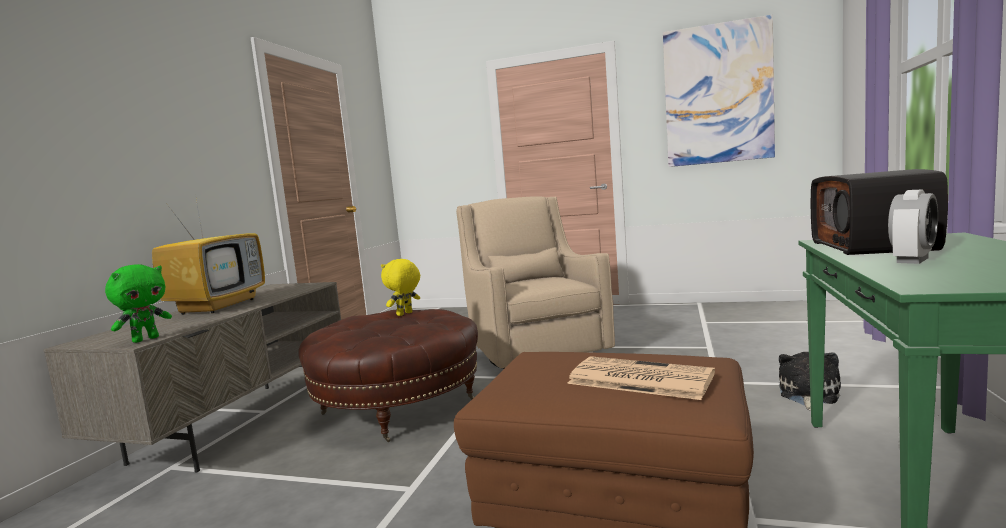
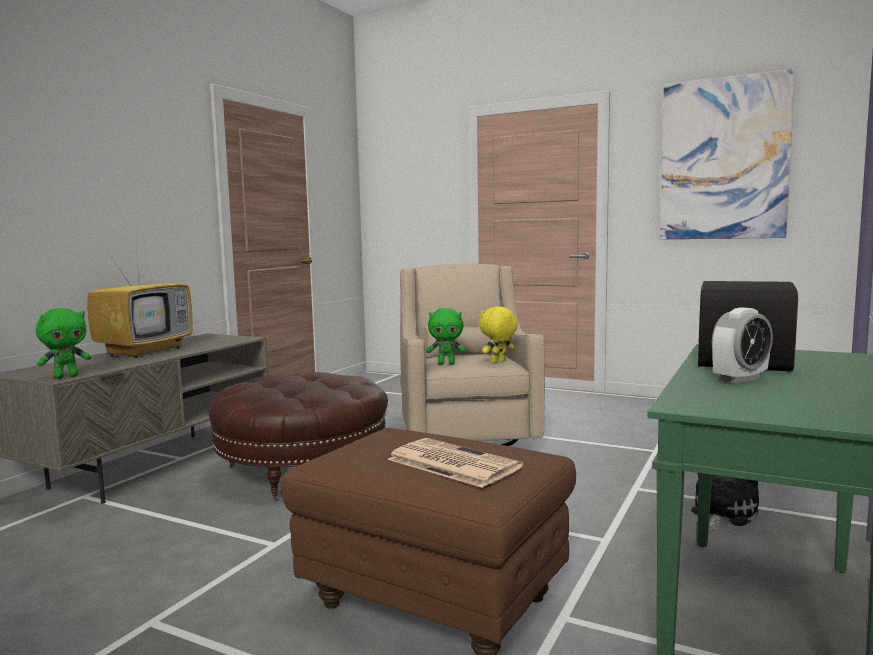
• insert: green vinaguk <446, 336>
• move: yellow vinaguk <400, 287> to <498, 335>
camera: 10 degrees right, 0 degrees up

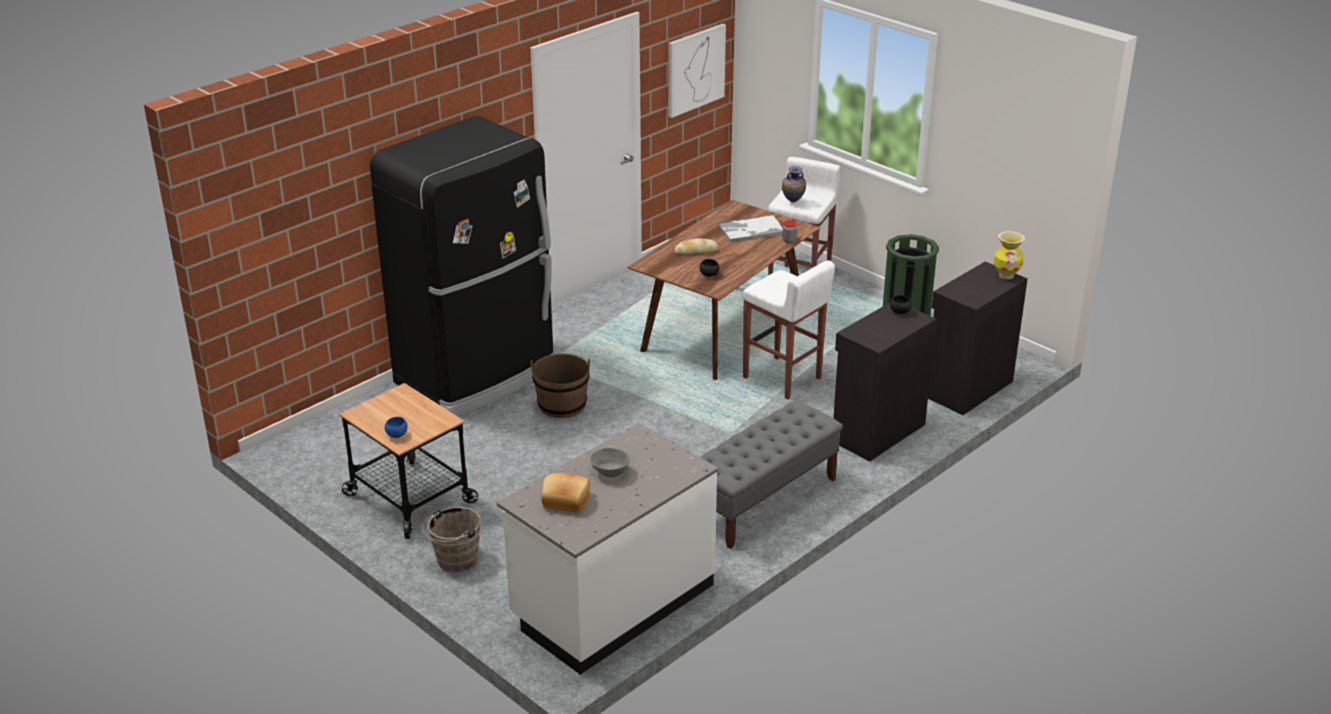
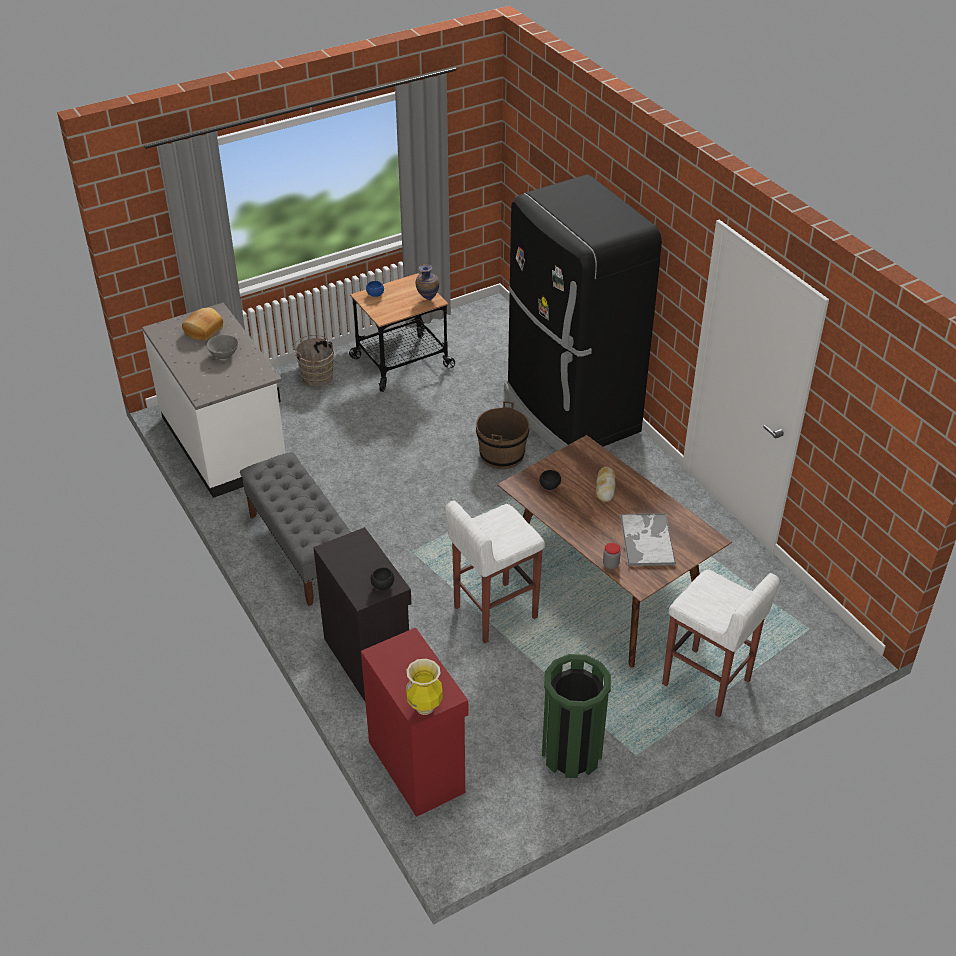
• recolor: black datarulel <978, 338> to red datarulel <414, 722>
• move: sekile <794, 184> to <427, 282>
• delete: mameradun <697, 71>
camera: 105 degrees right, 10 degrees up

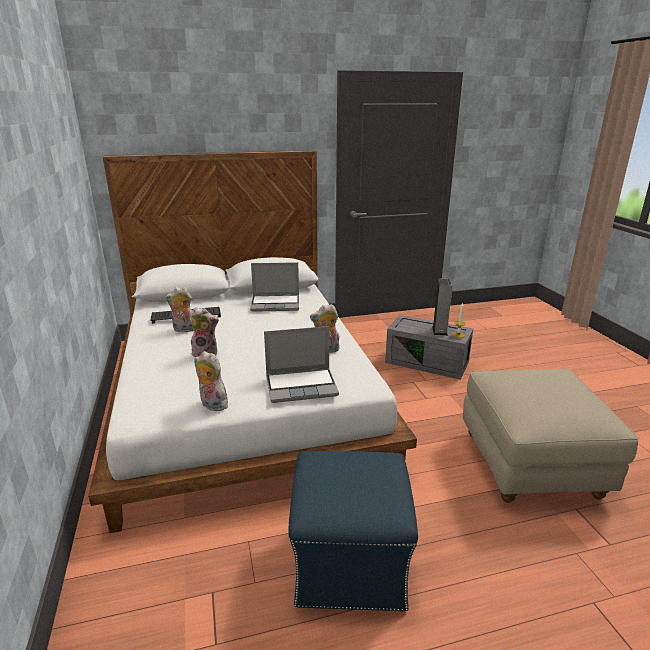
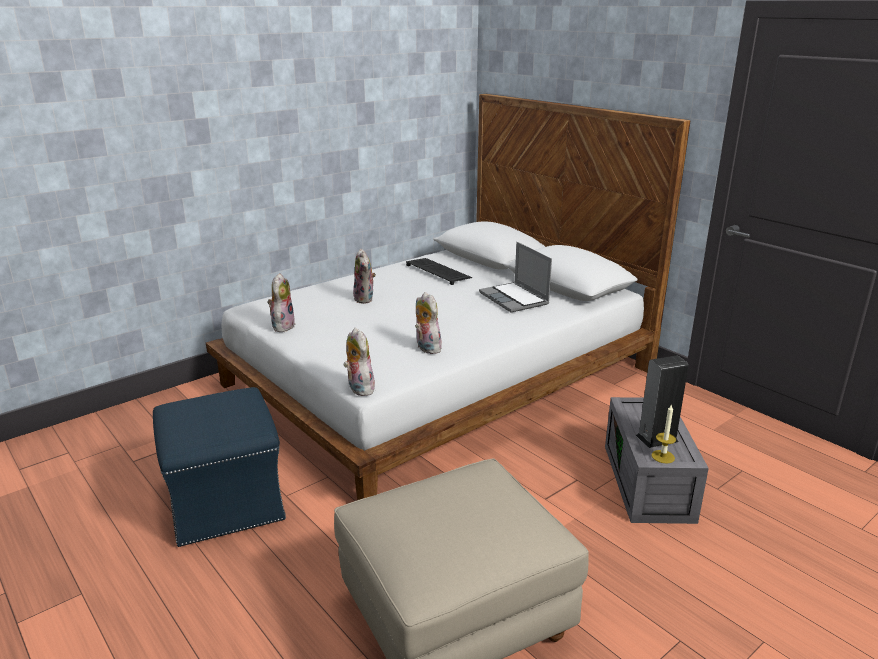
• move: vinaguk <179, 309> to <359, 362>
• delete: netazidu <301, 364>
camera: 65 degrees right, 0 degrees up

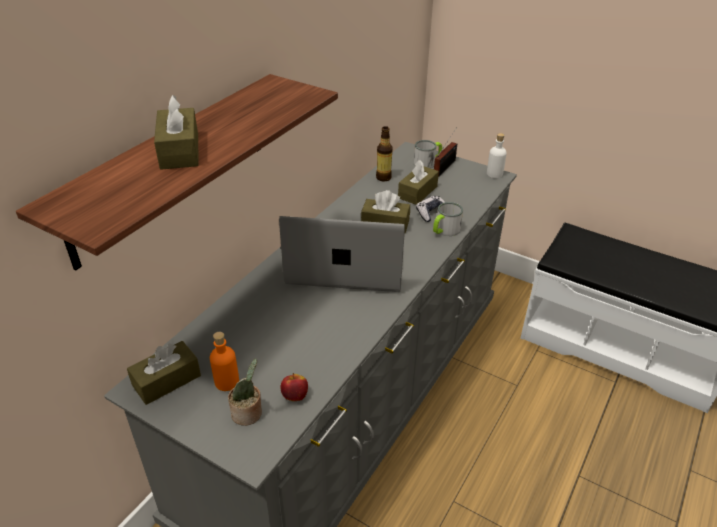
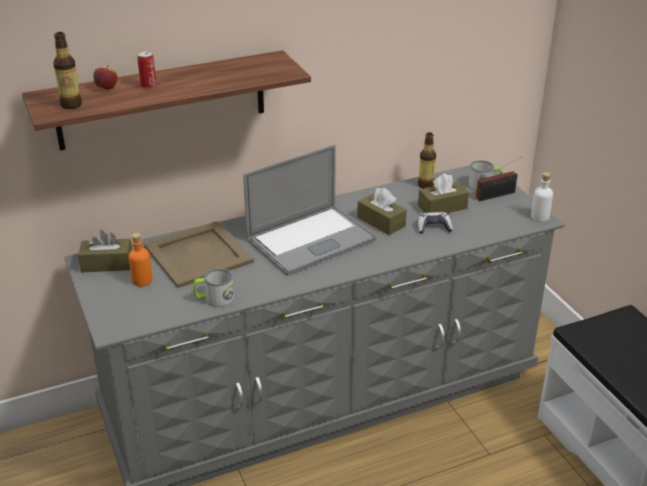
• insert: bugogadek <67, 70>
• move: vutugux <294, 387> to <105, 77>
• replace: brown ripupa <176, 132> to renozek <147, 70>
• insert: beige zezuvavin <199, 254>
• move: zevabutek <448, 219> to <213, 288>
• rotate: netazidu <342, 254> = <309, 210> 105 degrees clockwise
• delete: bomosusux <245, 392>
camera: 35 degrees right, 5 degrees down

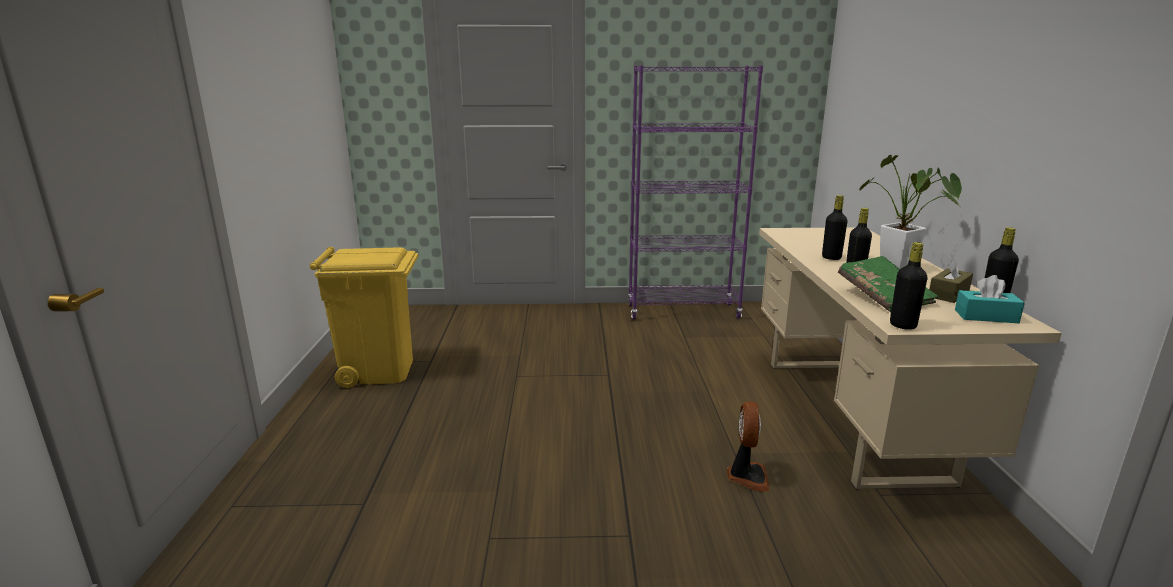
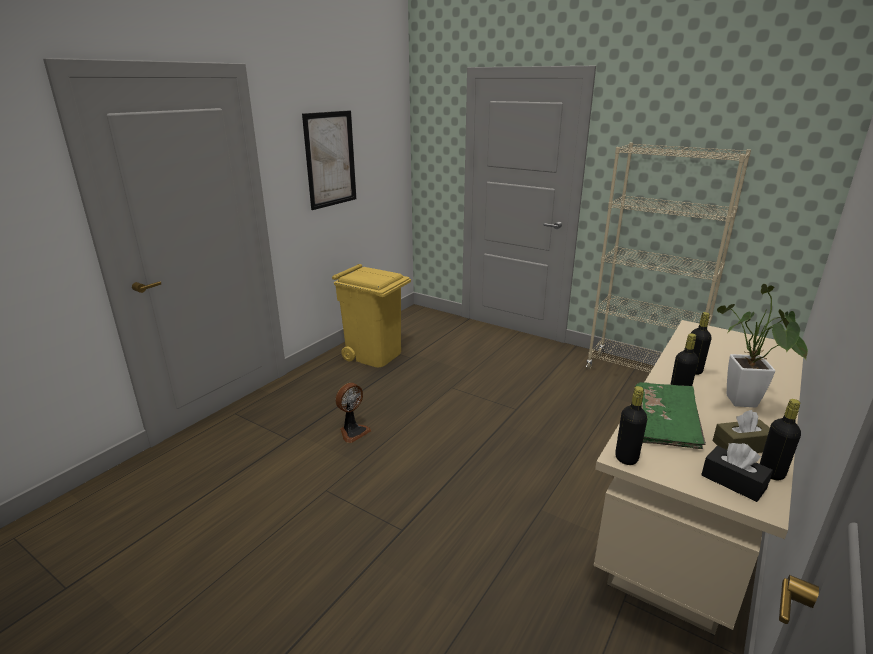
• insert: mameradun <329, 160>
• move: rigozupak <748, 446> to <353, 413>
• recolor: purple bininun <695, 192> to beige bininun <668, 257>
• recolor: turquoise ripupa <990, 299> to black ripupa <737, 472>
camera: 35 degrees right, 5 degrees up

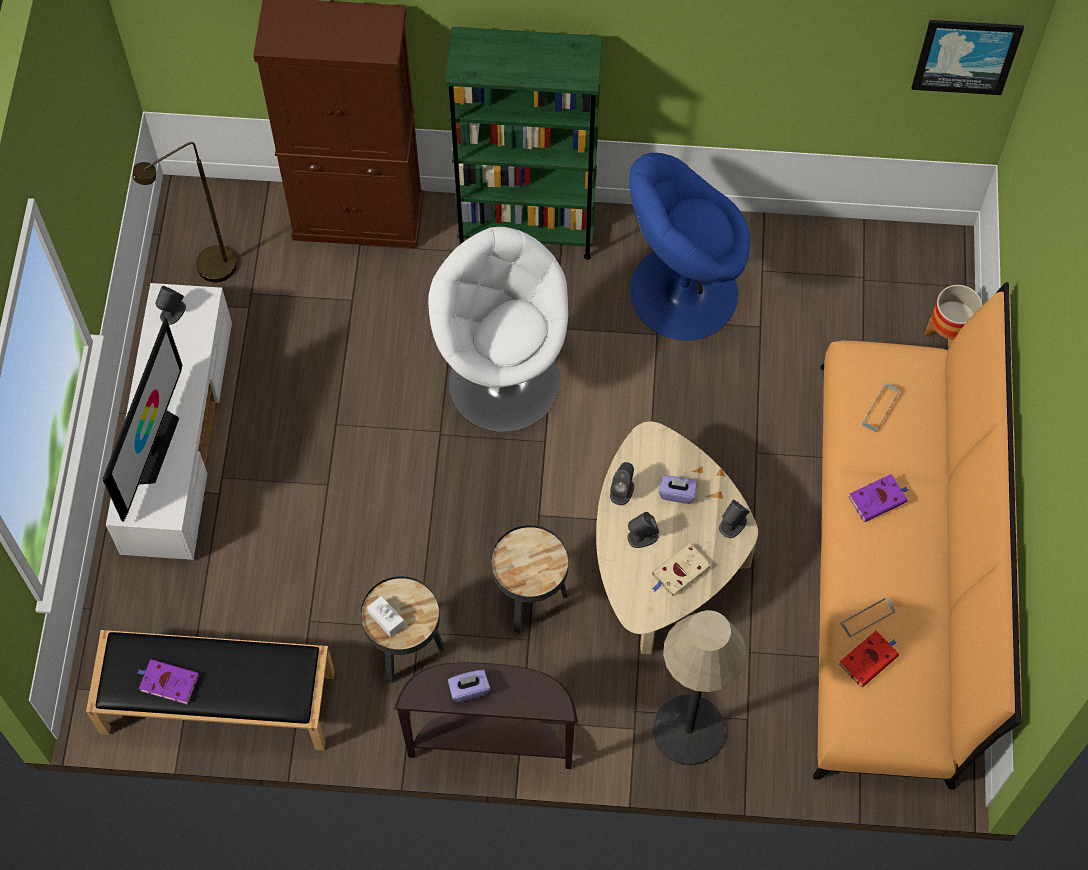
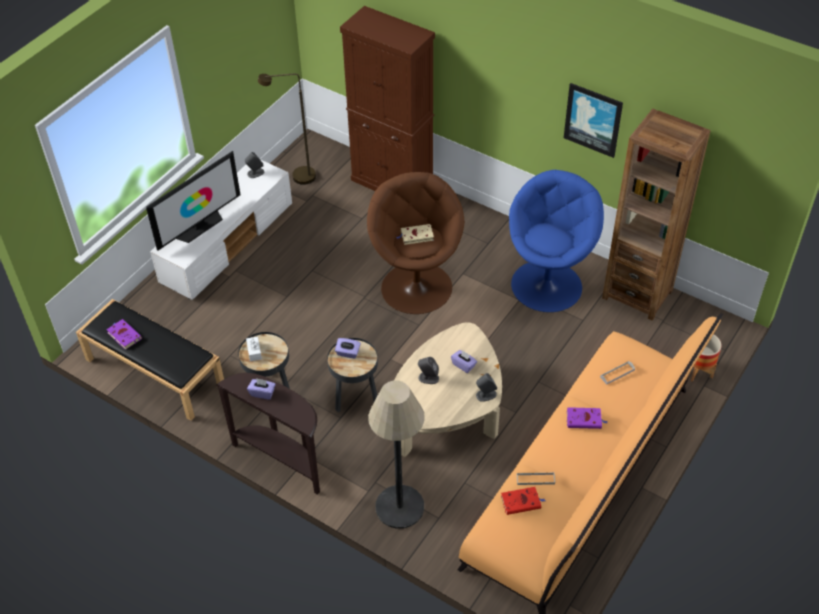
• insert: purple ripupa <348, 348>
• recolor: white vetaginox <498, 329> to brown vetaginox <416, 243>
• move: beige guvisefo <681, 570> to <415, 234>
• rotate: blue vetaginox <689, 246> = <556, 241> 120 degrees clockwise
• move: mameradun <968, 57> to <593, 120>
• insert: brown bininun <656, 214>
• delete: green bininun <524, 143>
• delete: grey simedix <622, 483>
camera: 30 degrees right, 15 degrees down

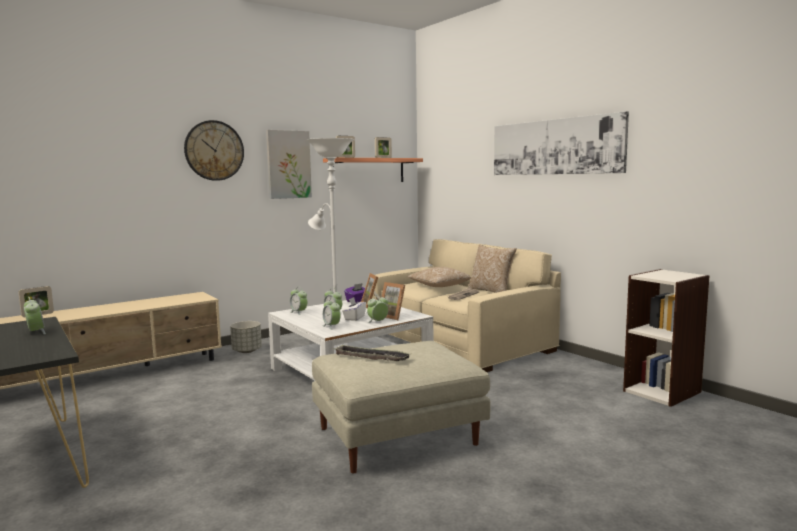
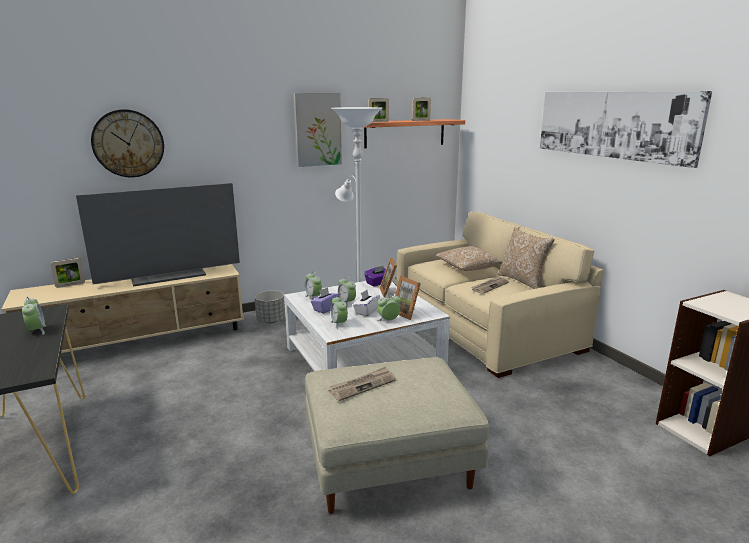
• insert: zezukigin <158, 235>
• move: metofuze <214, 150> to <127, 143>
• insert: purple ripupa <326, 300>
• replace: zezuvavin <371, 353> to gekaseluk <362, 383>
camera: 10 degrees right, 10 degrees up

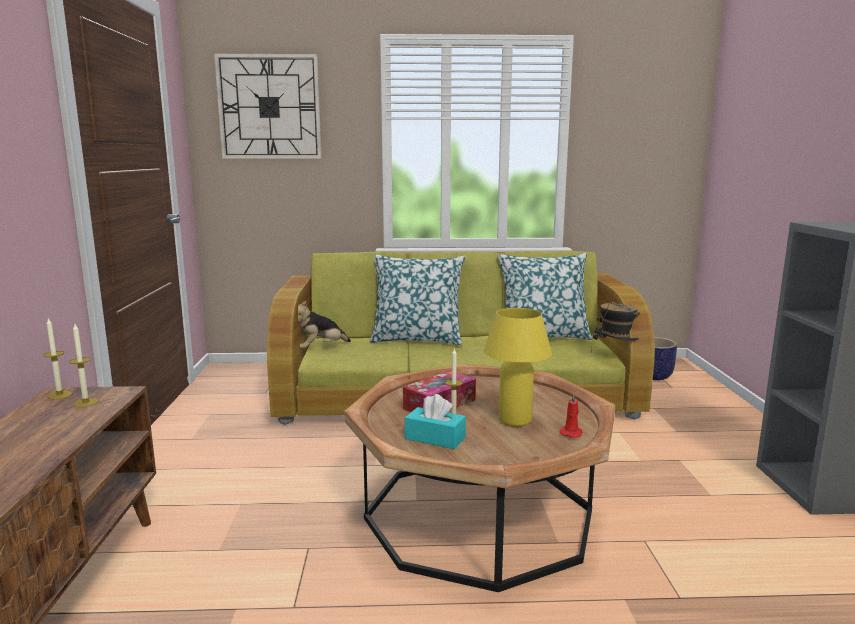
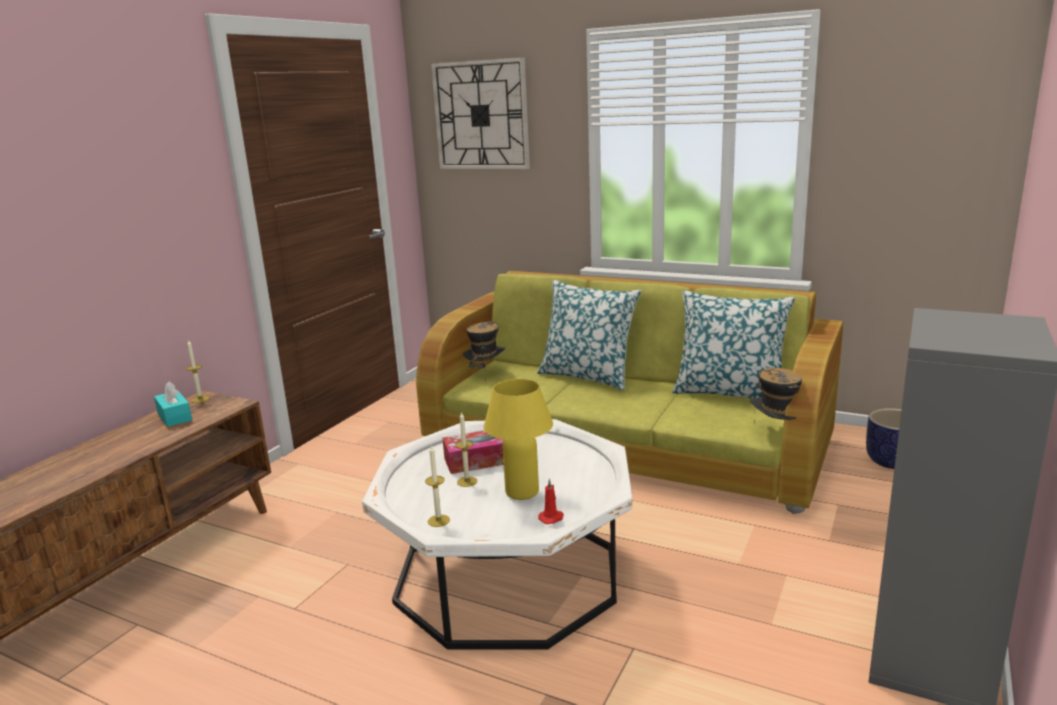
• move: turquoise ripupa <435, 421> to <173, 404>
• recolor: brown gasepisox <479, 478> to white gasepisox <497, 534>
• move: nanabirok <83, 365> to <437, 486>
• replace: vinaguk <324, 325> to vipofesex <484, 351>
camera: 30 degrees right, 5 degrees up

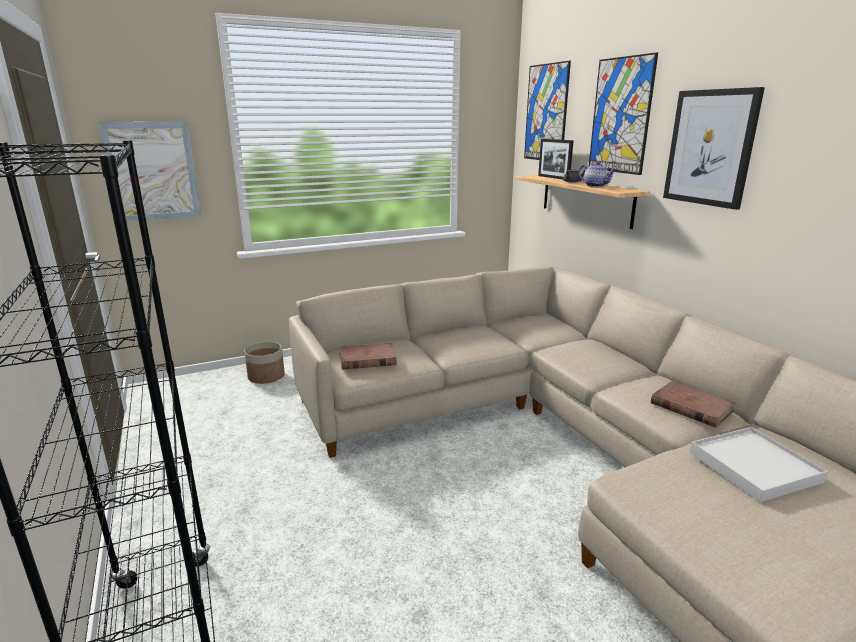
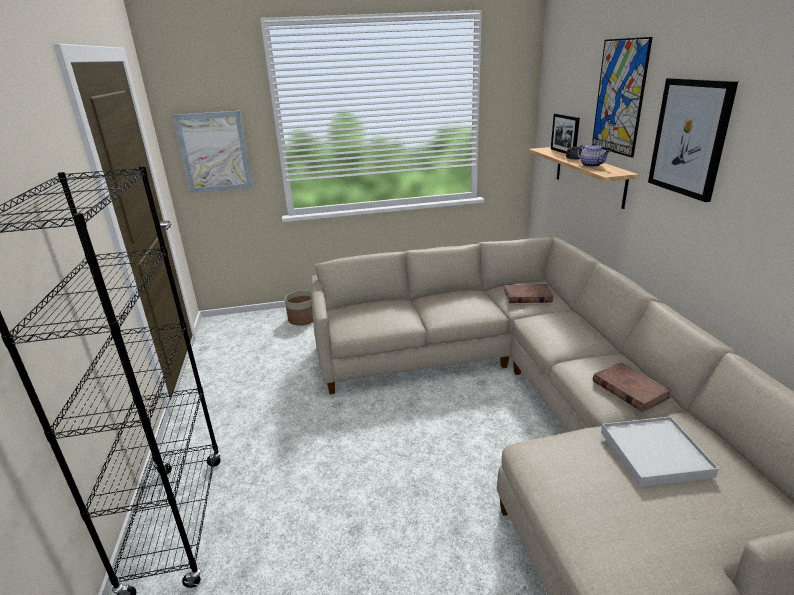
• move: brown guvisefo <368, 356> to <528, 293>
• delete: mameradun <547, 110>
camera: 15 degrees right, 5 degrees up

